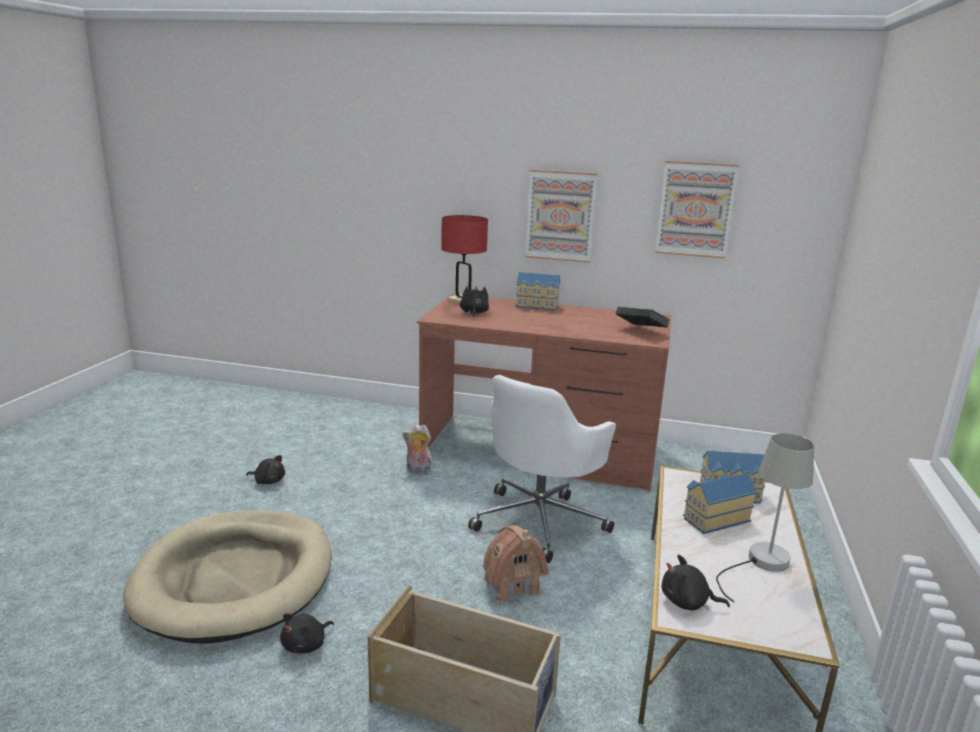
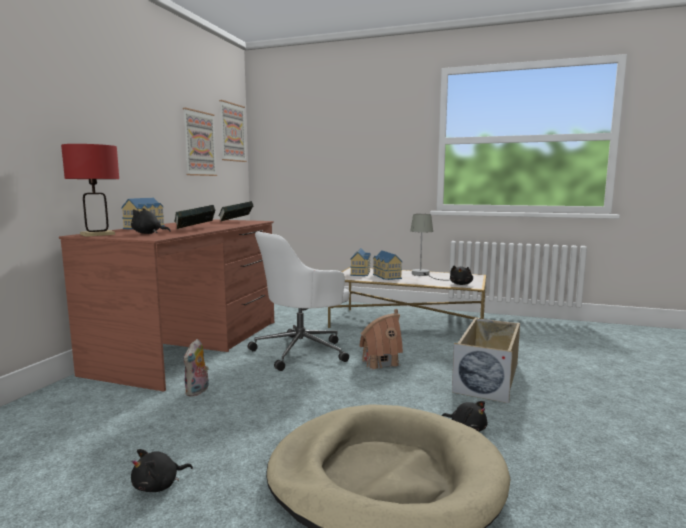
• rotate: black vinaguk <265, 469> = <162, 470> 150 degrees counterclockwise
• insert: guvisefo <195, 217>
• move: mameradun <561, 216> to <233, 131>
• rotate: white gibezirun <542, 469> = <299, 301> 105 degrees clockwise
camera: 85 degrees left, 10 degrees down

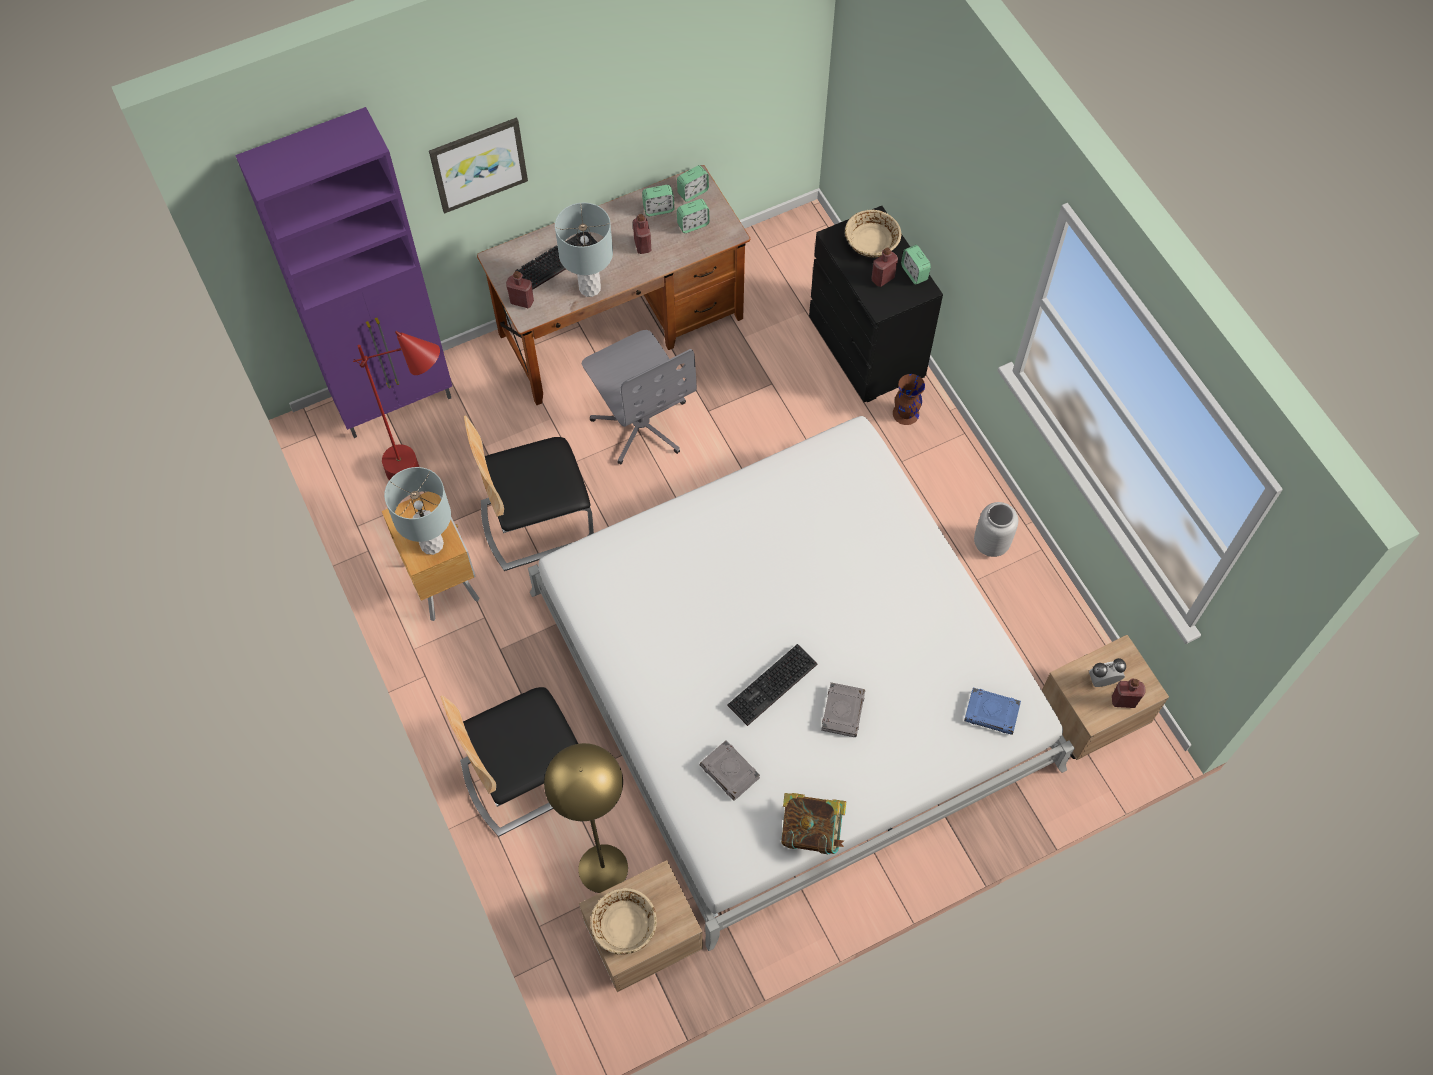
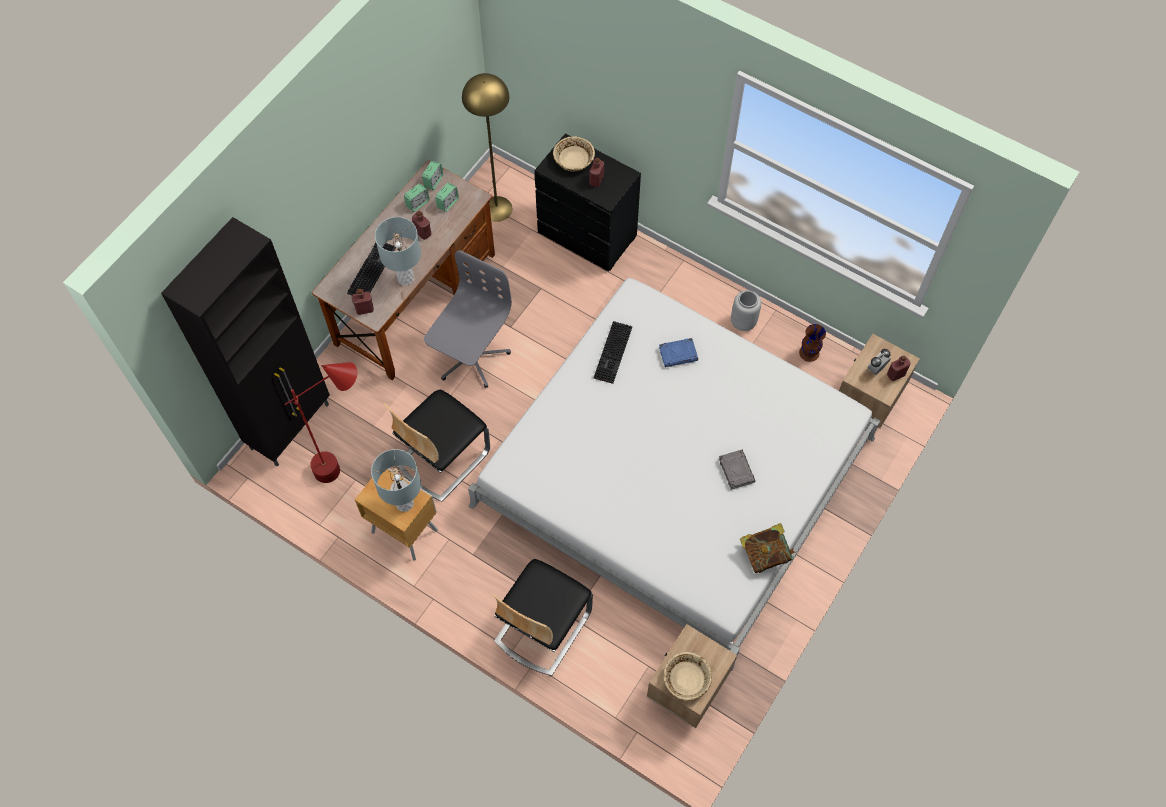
• recolor: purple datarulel <343, 272> to black datarulel <245, 342>
• rotate: grey gibezirun <639, 397> = <468, 319> 90 degrees counterclockwise
• move: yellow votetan <586, 818> to <487, 147>
• move: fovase <772, 685> to <613, 352>
• move: blue guvisefo <992, 711> to <678, 352>
• move: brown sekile <909, 399> to <812, 343>
• delete: mameradun <478, 165>
• delete: grey guvisefo <729, 770>
• delete: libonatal <916, 265>
camera: 30 degrees left, 0 degrees up

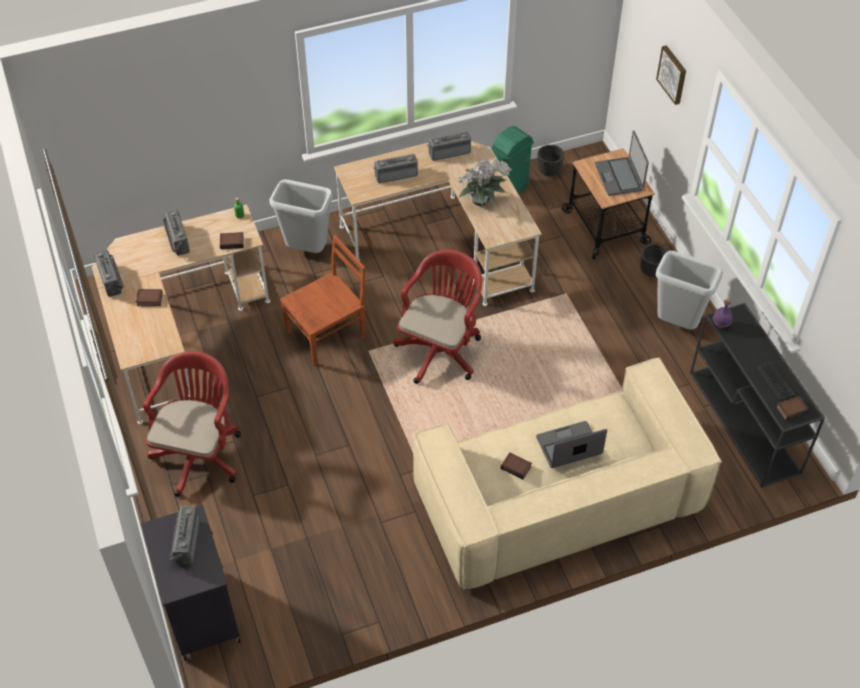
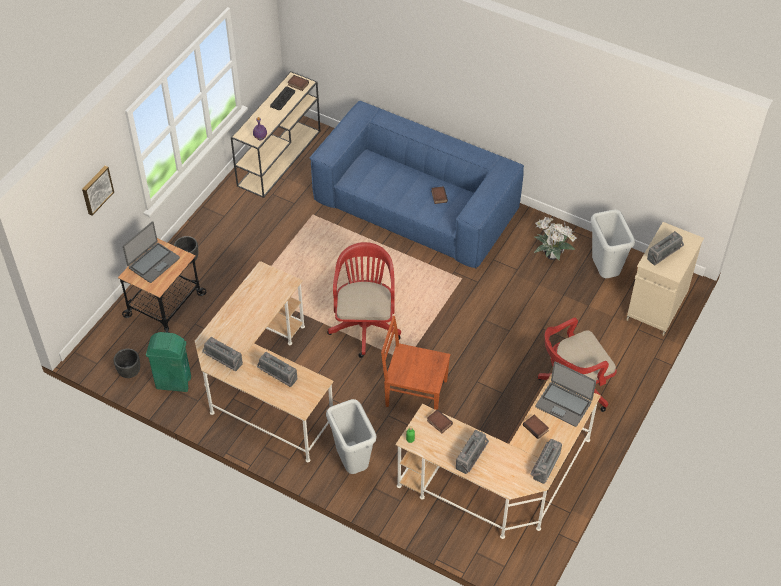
• recolor: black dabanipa <757, 395> to beige dabanipa <275, 134>
• recolor: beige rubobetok <567, 474> to blue rubobetok <417, 184>
• rotate: red gibezirun <437, 316> = <364, 300> 105 degrees clockwise
• move: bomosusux <485, 182> to <555, 238>
• move: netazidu <571, 444> to <565, 394>
• move: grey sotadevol <689, 290> to <613, 243>
• recolor: black datarulel <191, 582> to beige datarulel <665, 279>
camera: 130 degrees left, 0 degrees up

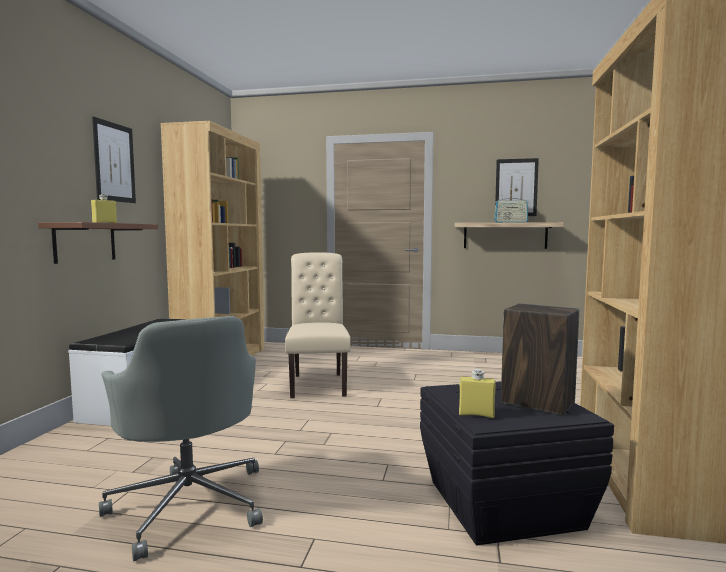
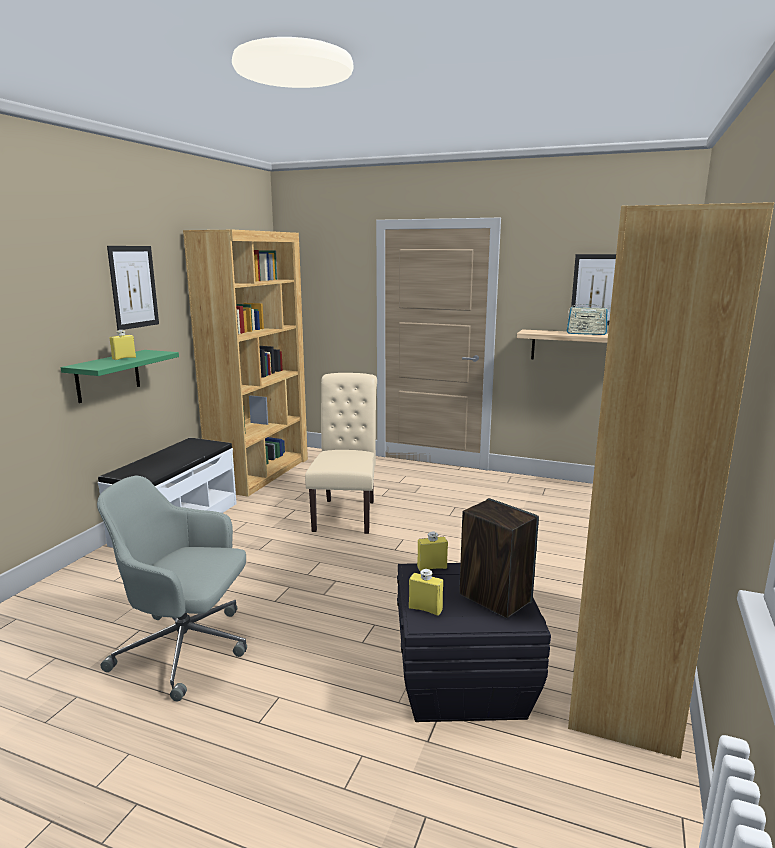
• recolor: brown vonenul <98, 243> to green vonenul <120, 376>
• rotate: grey gibezirun <181, 438> = <172, 588> 120 degrees clockwise
• insert: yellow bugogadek <432, 551>
camera: 10 degrees right, 10 degrees up

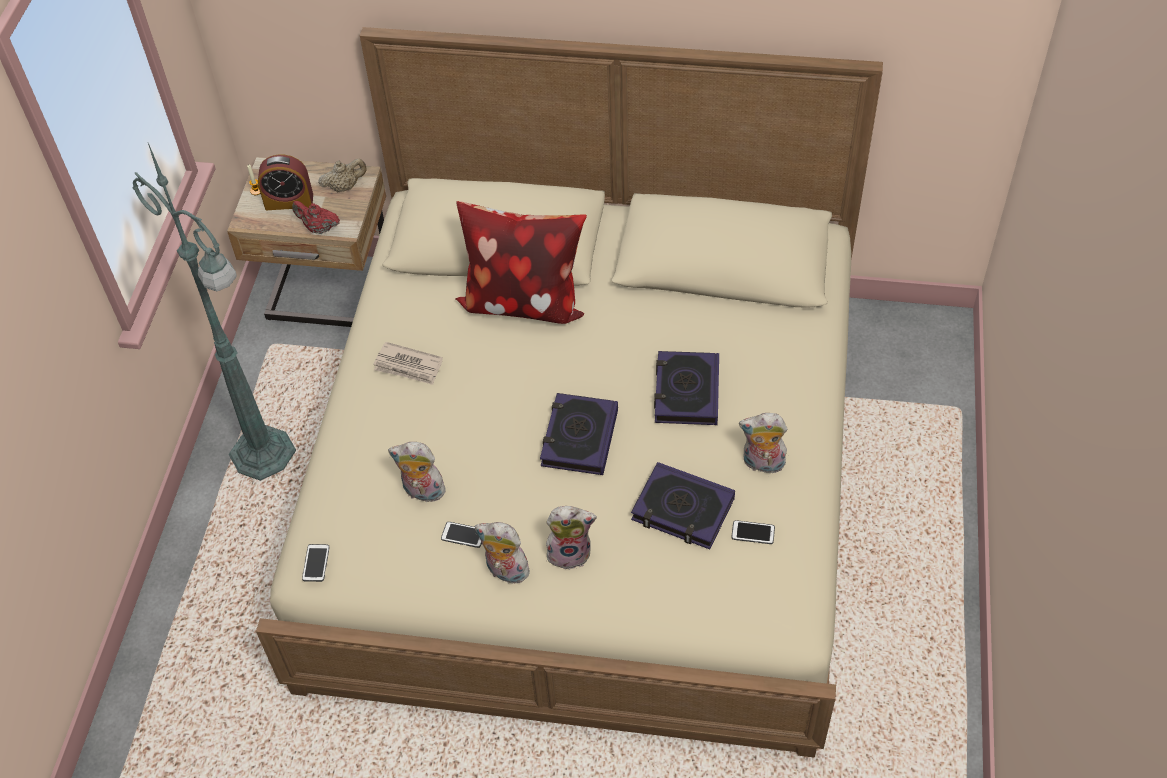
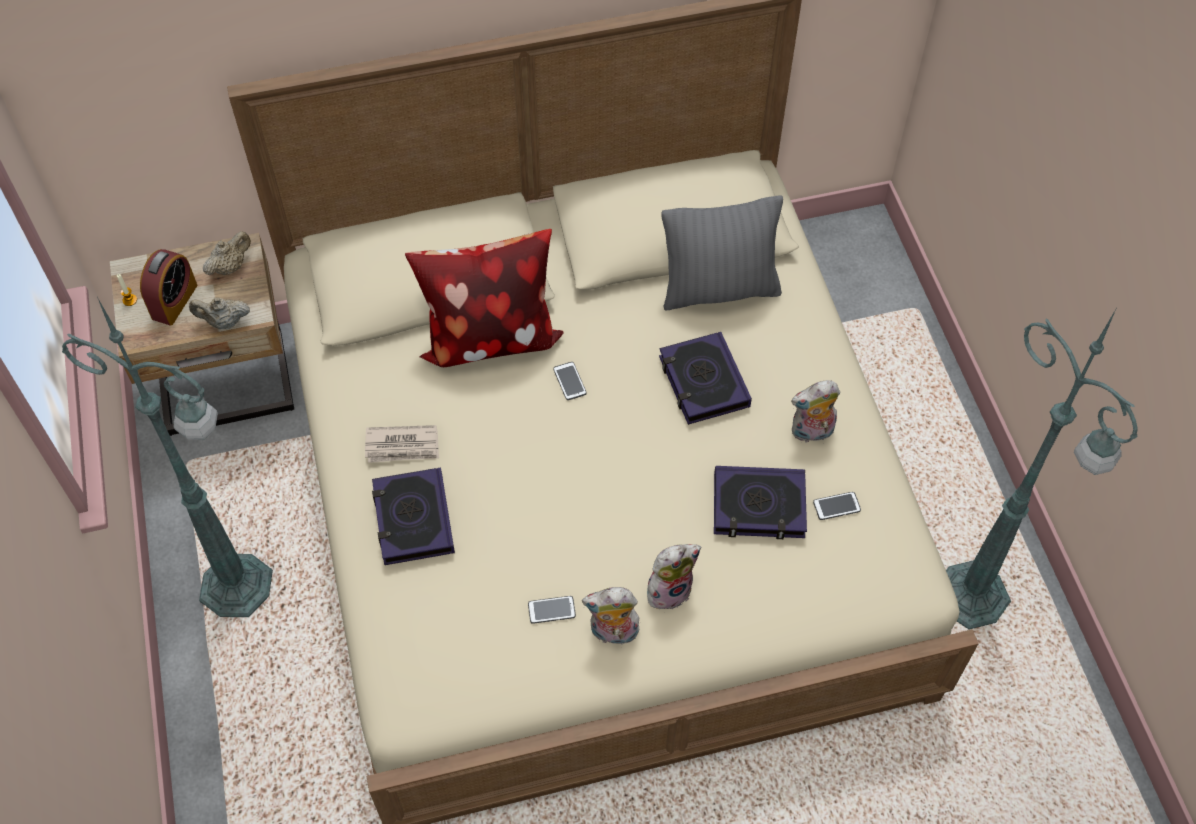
• rotate: libonatal <285, 182> = <168, 287> 45 degrees counterclockwise
• recolor: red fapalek <316, 217> to beige fapalek <219, 313>
• move: guvisefo <579, 434> to <413, 516>
• move: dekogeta <315, 563> to <569, 381>
• insert: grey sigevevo <722, 253>
• insert: green votetan <1042, 469>
• delete: vinaguk <419, 472>
camera: 25 degrees left, 5 degrees up

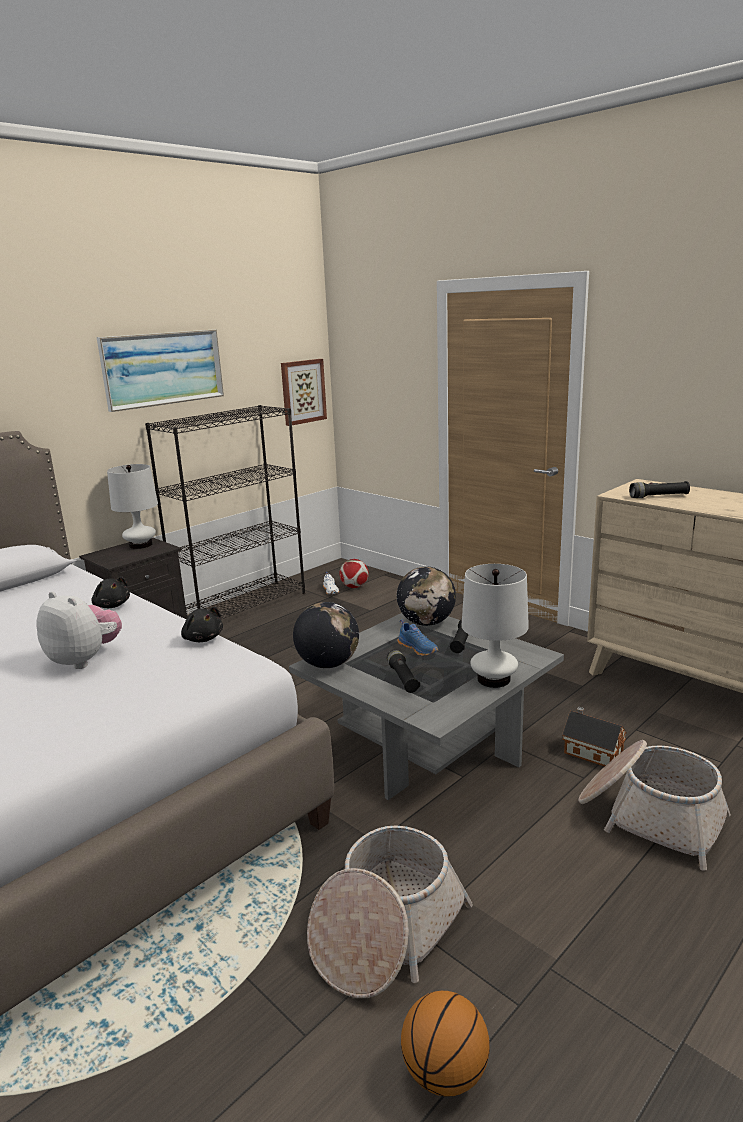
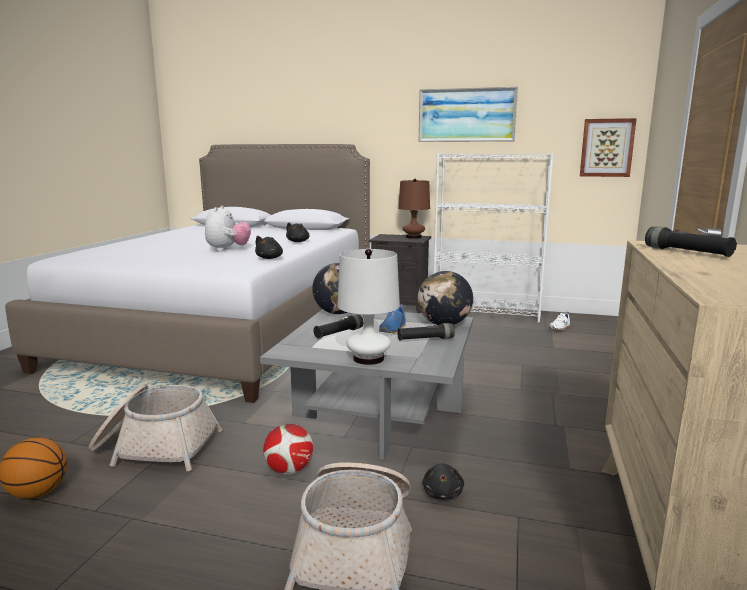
• move: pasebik <354, 573> to <288, 449>
• recolor: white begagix <132, 506> to brown begagix <414, 209>
• replace: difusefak <594, 737> to black vinaguk <443, 481>
• recolor: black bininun <225, 512> to white bininun <494, 238>
camera: 60 degrees right, 5 degrees down

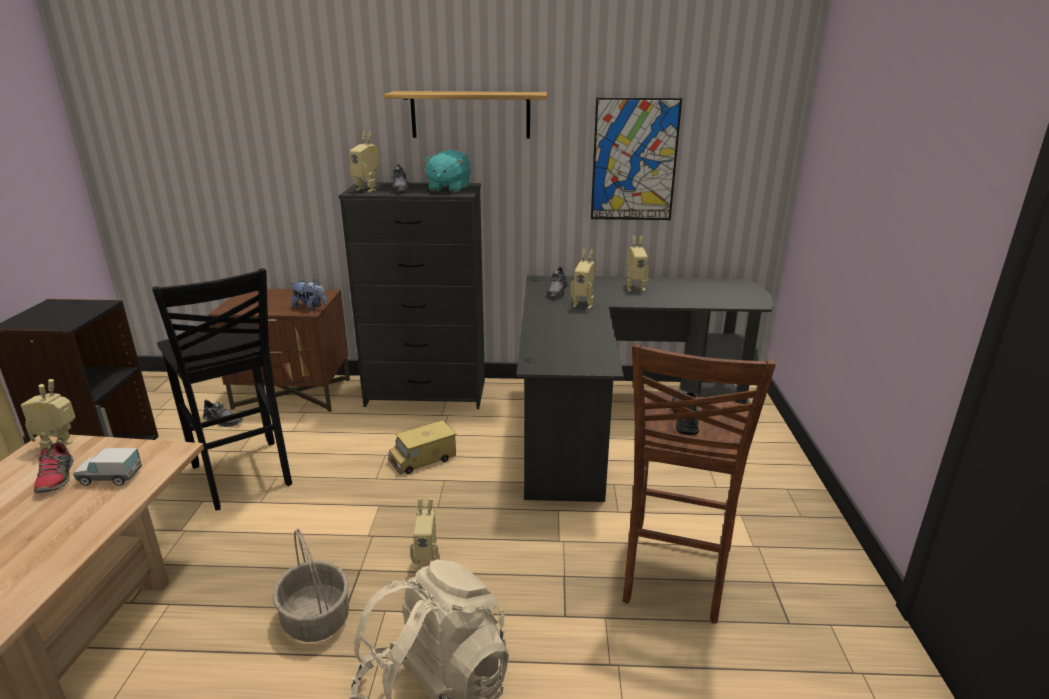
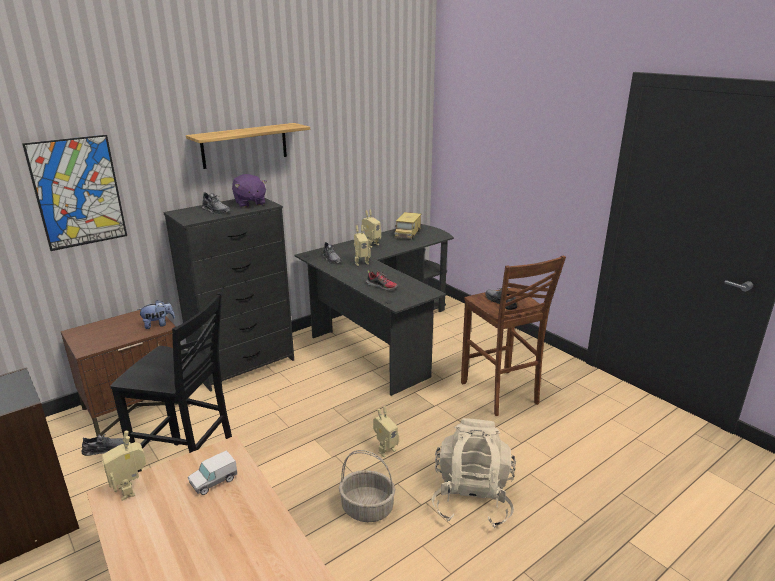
• move: mameradun <636, 159> to <74, 193>
• recolor: turquoise vinaguk <447, 171> to purple vinaguk <249, 191>
• move: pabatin <53, 465> to <382, 280>
• move: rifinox <422, 447> to <407, 226>
• delete: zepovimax <364, 161>
camera: 40 degrees left, 0 degrees up

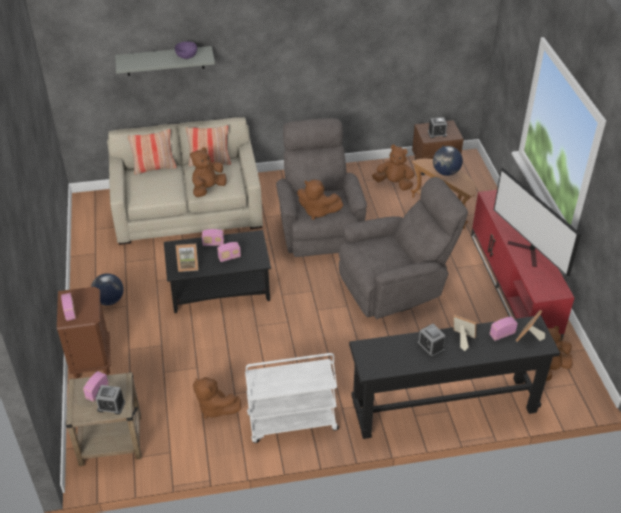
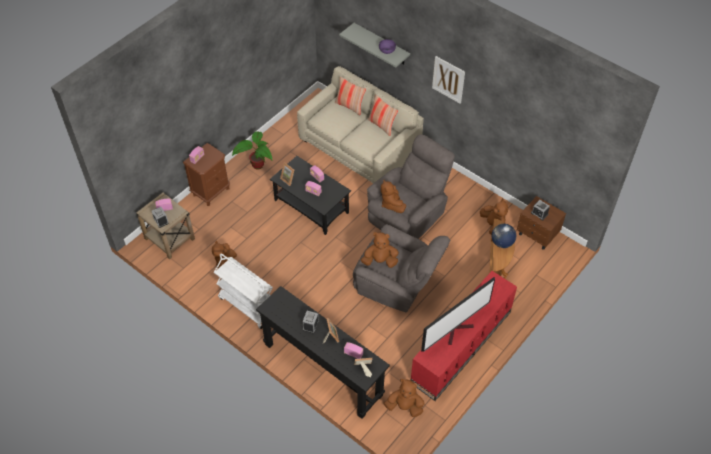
• replace: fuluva <107, 289> to bomosusux <252, 150>
• move: brown vinaguk <208, 172> to <380, 250>
• rotate: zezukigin <537, 221> = <458, 314> 150 degrees counterclockwise
• insert: mameradun <448, 80>
camera: 50 degrees right, 10 degrees up

